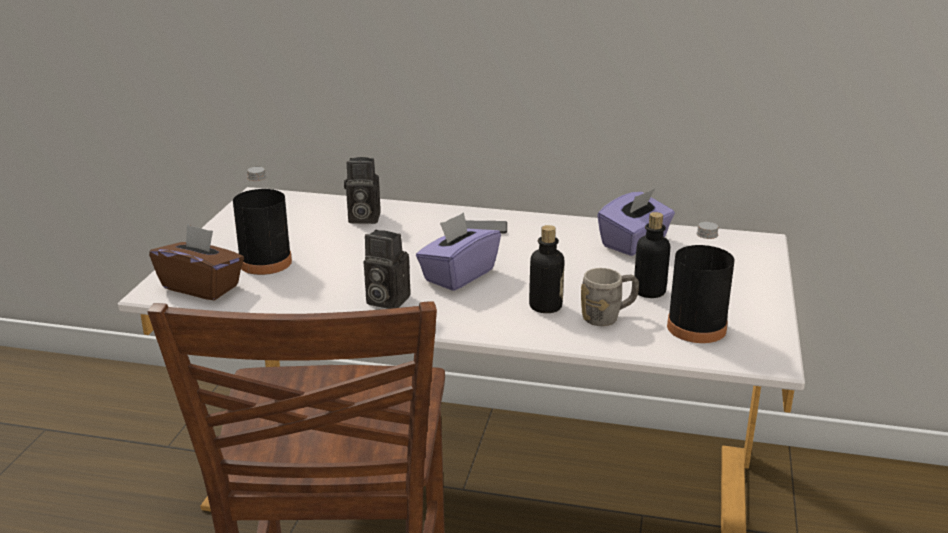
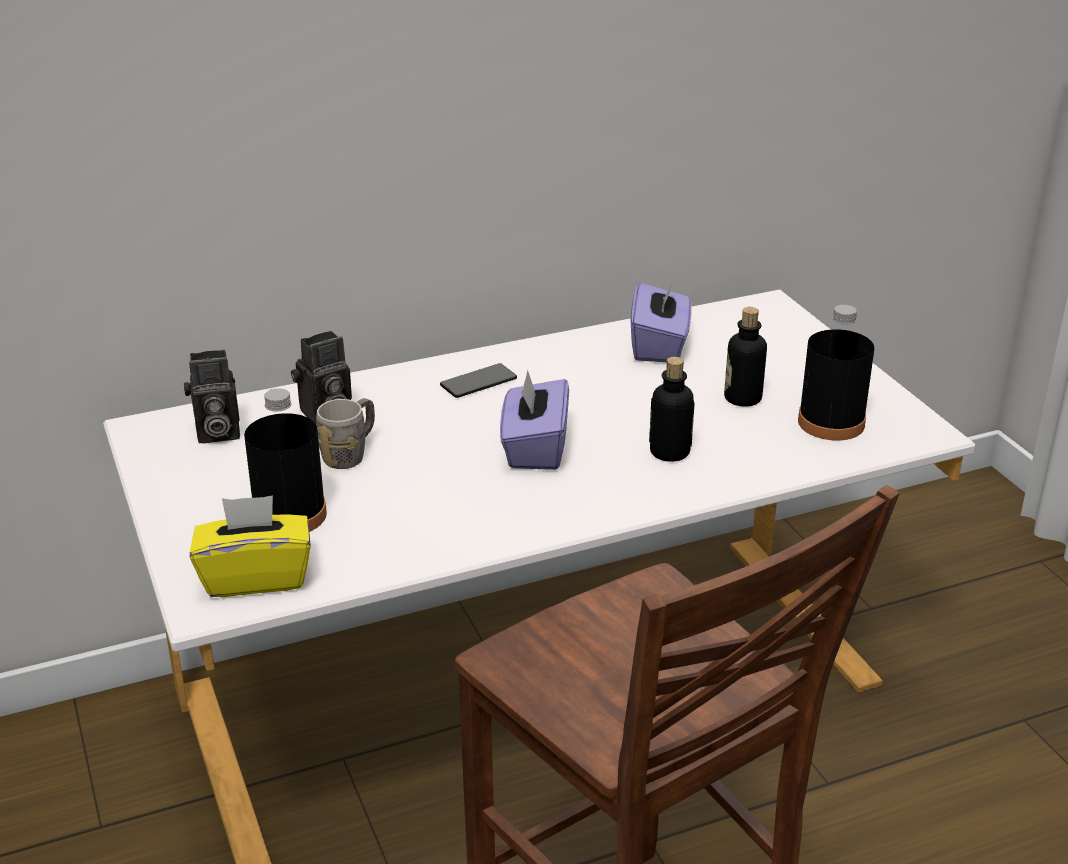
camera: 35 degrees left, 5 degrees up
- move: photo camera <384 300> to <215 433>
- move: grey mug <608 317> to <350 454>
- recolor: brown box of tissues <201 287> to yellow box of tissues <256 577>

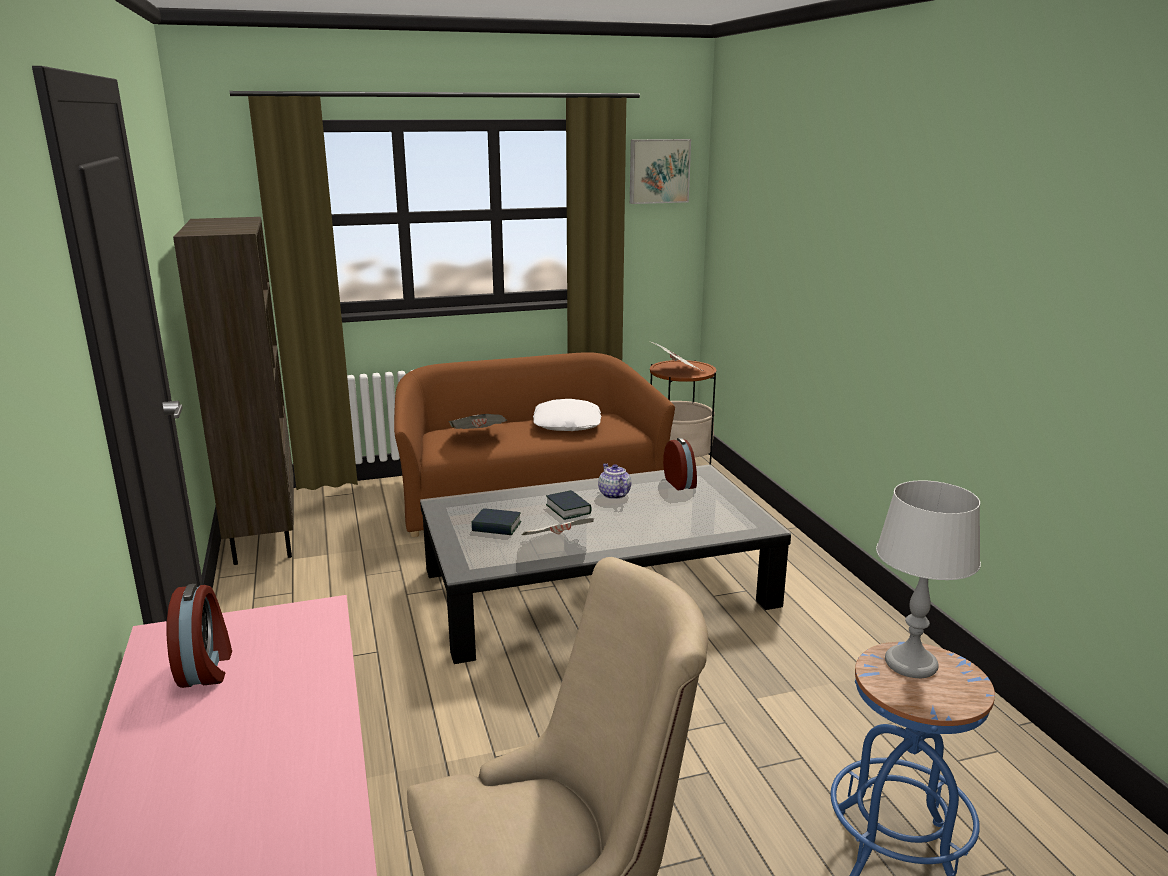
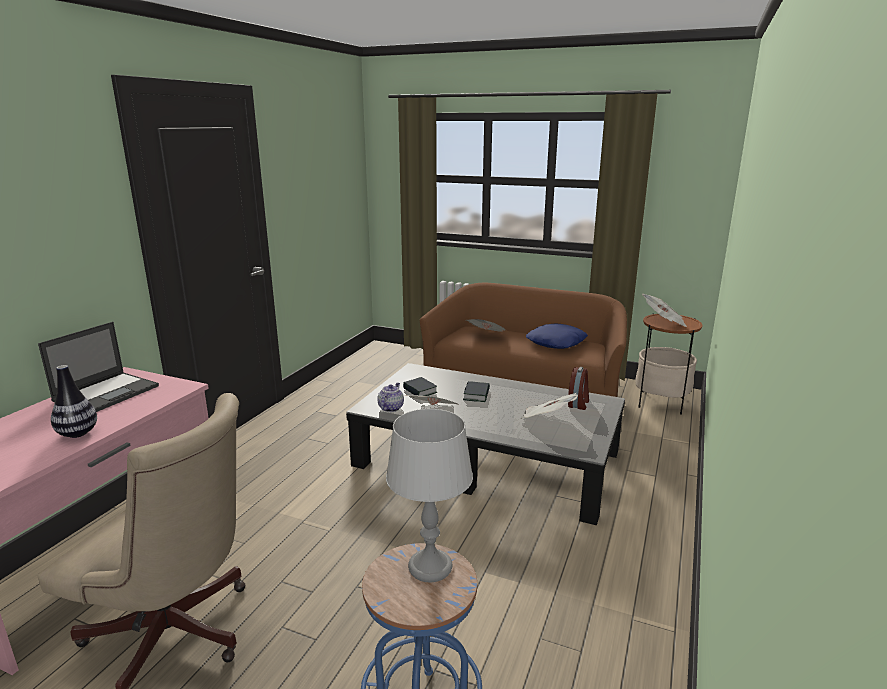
camera: 40 degrees right, 0 degrees up
- delete: brown shelving unit <262 536>
- delete: picture <658 171>
- insert: vase <77 433>
- insert: printed paper <547 419>
- move: teapot <613 494> to <391 408>
- replace: bedside clock <206 668> to portable computer <107 393>
- recolor: whitish throw pillow <568 424> to blue throw pillow <556 342>

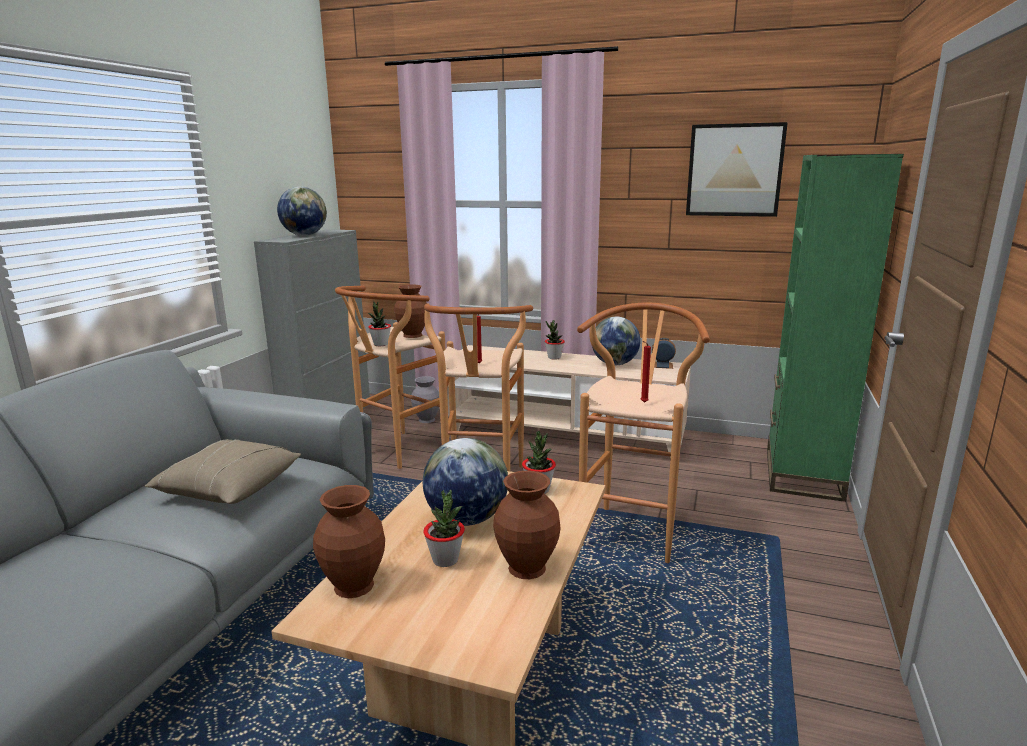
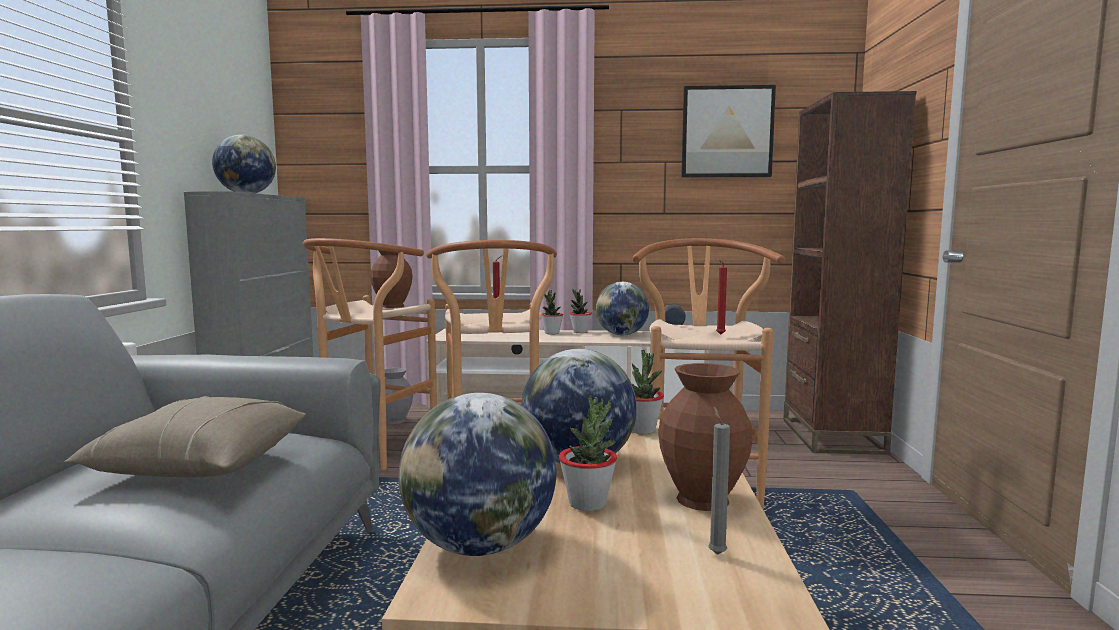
camera: 15 degrees left, 10 degrees down
- insert: grey wax candle <716 553>
- move: houseplant <380 344> to <580 332>
- replace: brown vase <354 586> to world globe <479 546>
- recolor: green-coloured shelving unit <802 474> to brown shelving unit <831 436>

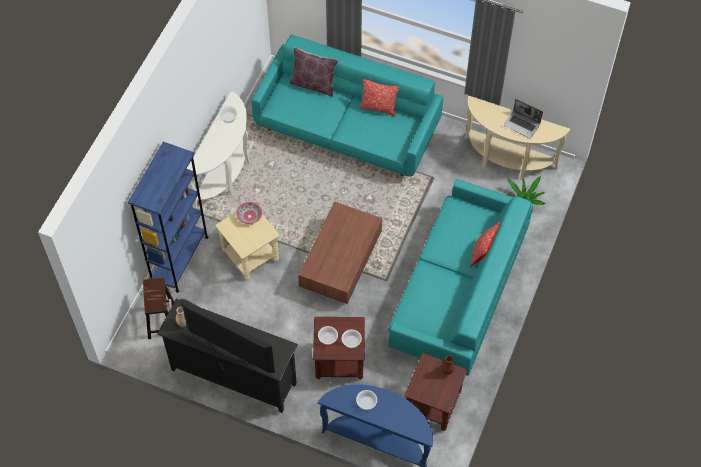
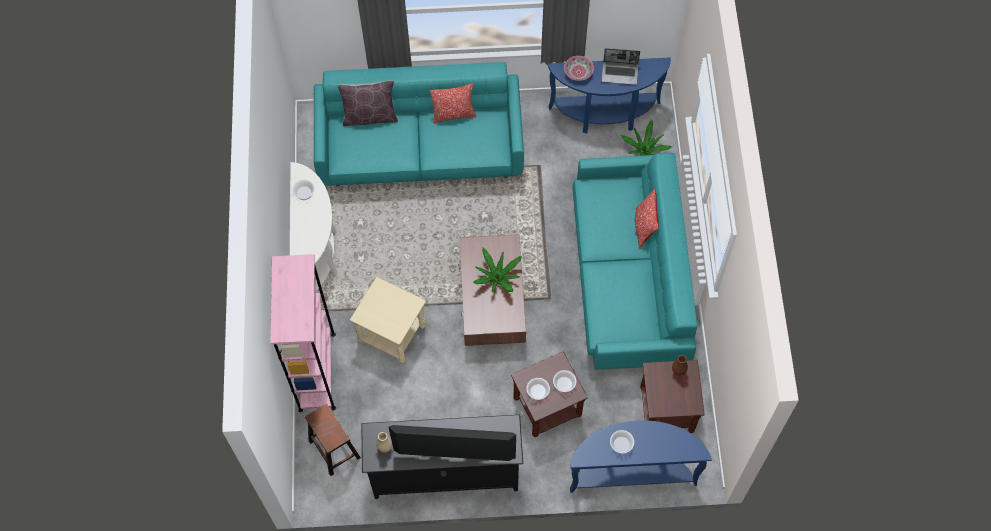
camera: 25 degrees left, 5 degrees up
- insert: houseplant <497 278>
- move: bowl <249 216> to <578 72>
- recolor: blue shelving unit <179 259> to pink shelving unit <317 371>
- recolor: sand-coloured hall table <507 161> to blue hall table <605 116>

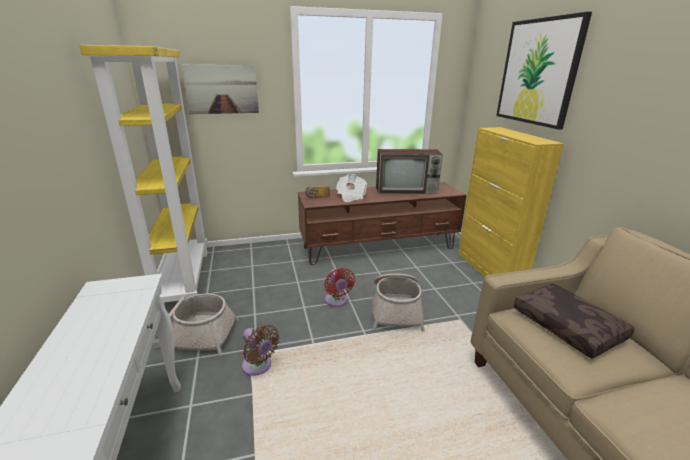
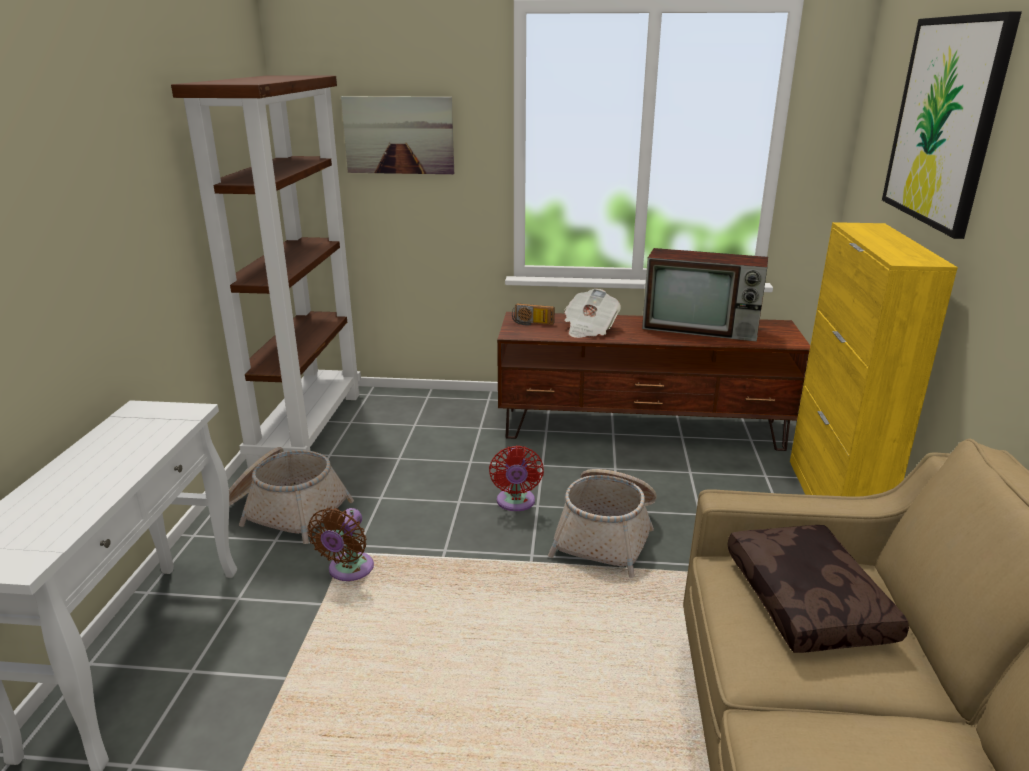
camera: 20 degrees right, 0 degrees up
- recolor: yellow shelving unit <183 279> to brown shelving unit <308 428>
- rotate: brown fan <258 366> = <348 571> 45 degrees clockwise

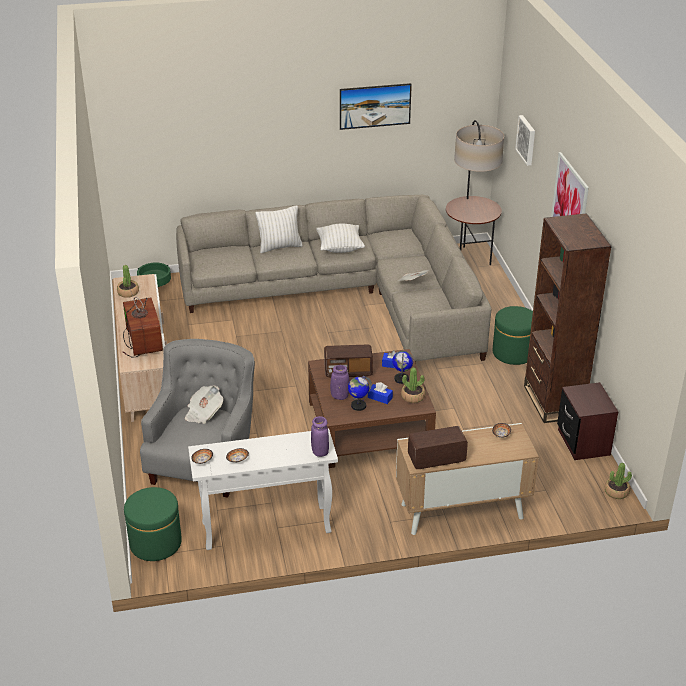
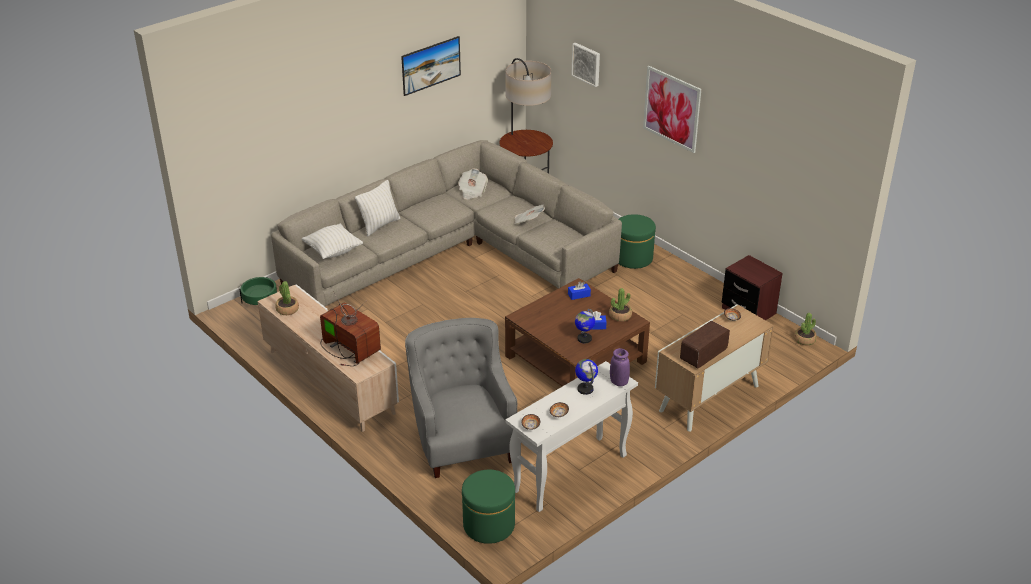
camera: 30 degrees left, 0 degrees up
- delete: radio set <348 371>
- delete: purple-coloured vase <340 396>
- delete: brown shelving unit <553 401>
- move: printed paper <203 413> to <472 192>
- move: whitish throw pillow <340 248> to <333 251>
- move: world globe <401 379> to <585 389>

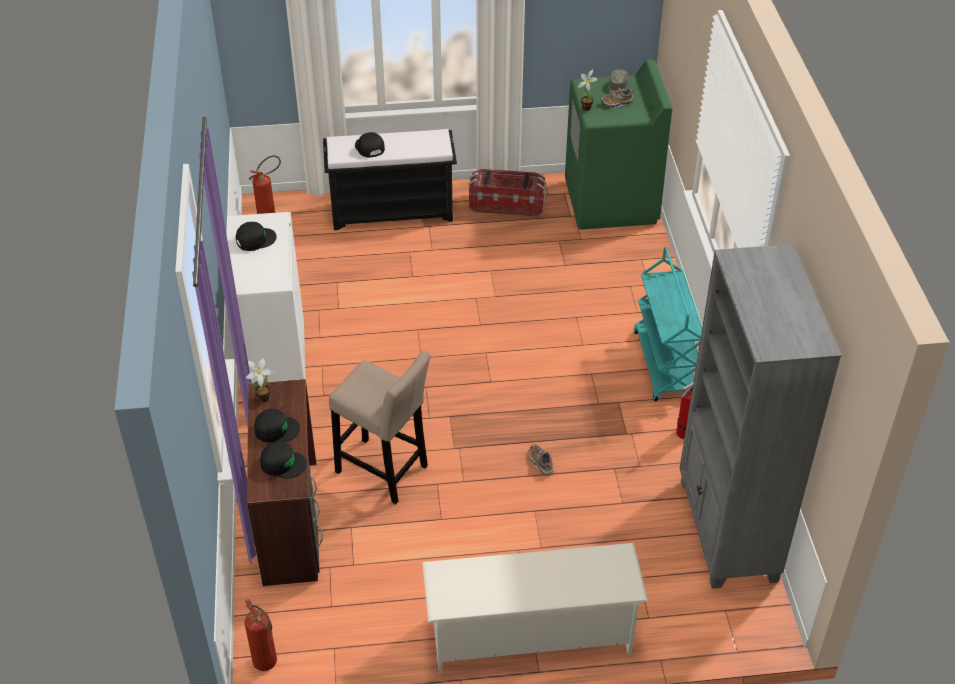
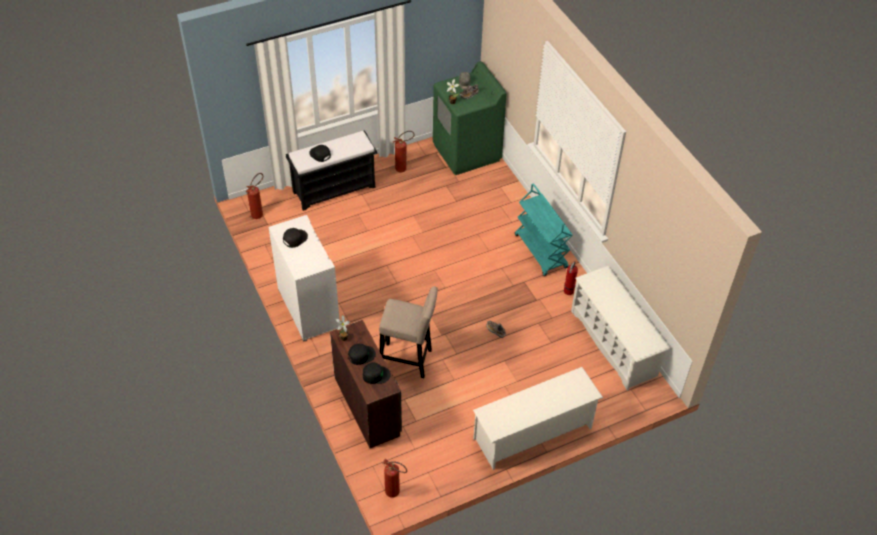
camera: 20 degrees left, 5 degrees up
- replace: storage container <506 204> to fire extinguisher <403 168>
- replace: grey shelving unit <727 531> to whitish shoe shelf <614 343>

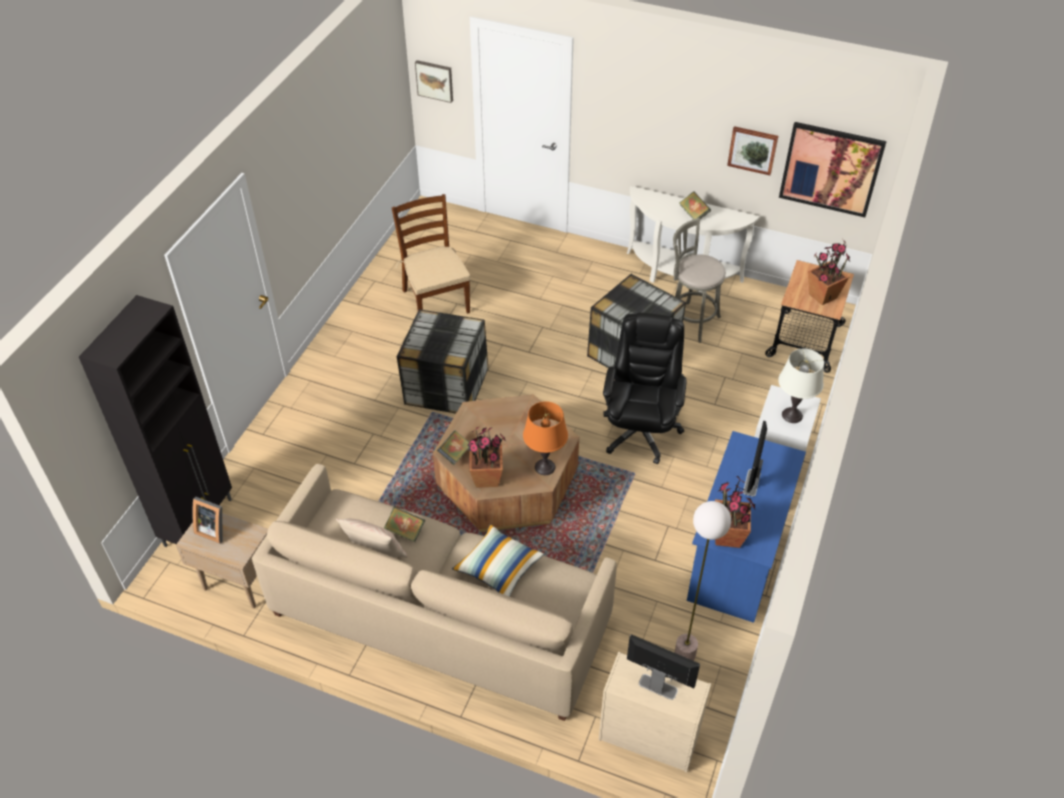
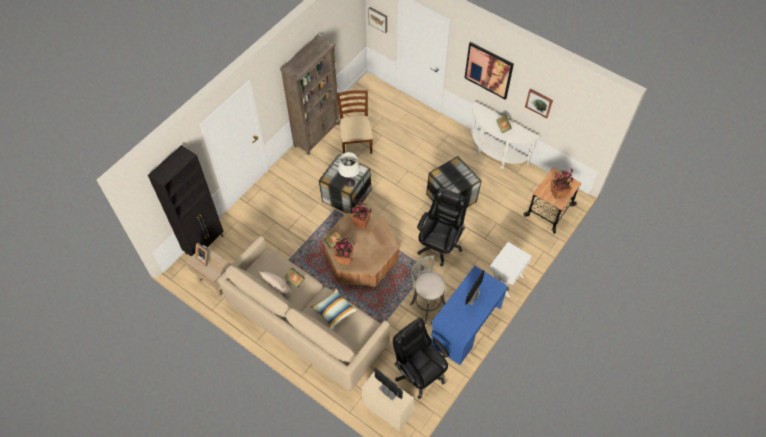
camera: 15 degrees right, 10 degrees up
- delete: orange table lamp <545 467>
- insert: brown shelving unit <317 134>
- move: grey sitting stool <690 321> to <426 303>
- move: houseplant <728 537> to <361 222>
- move: whitish table lamp <792 415> to <350 183>
- move: picture <831 169> to <488 70>
- replace: standing lamp <684 654> to black-coloured computer chair <419 372>

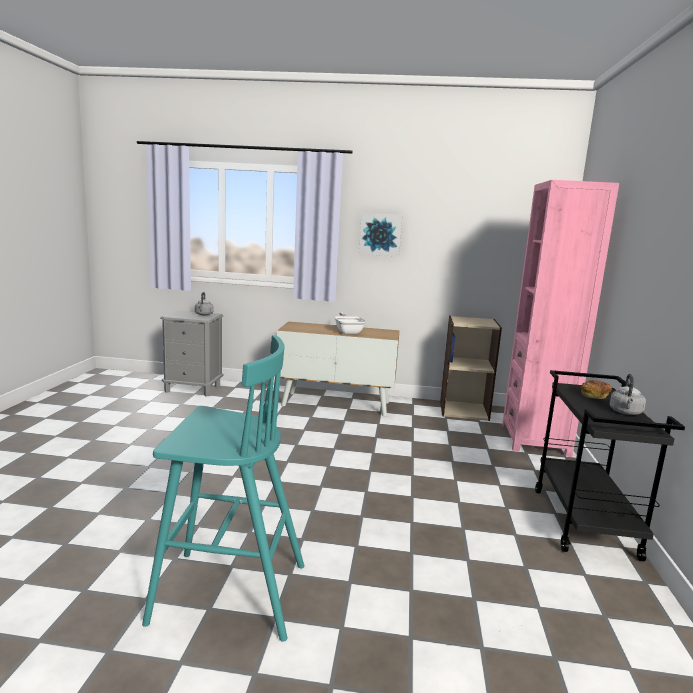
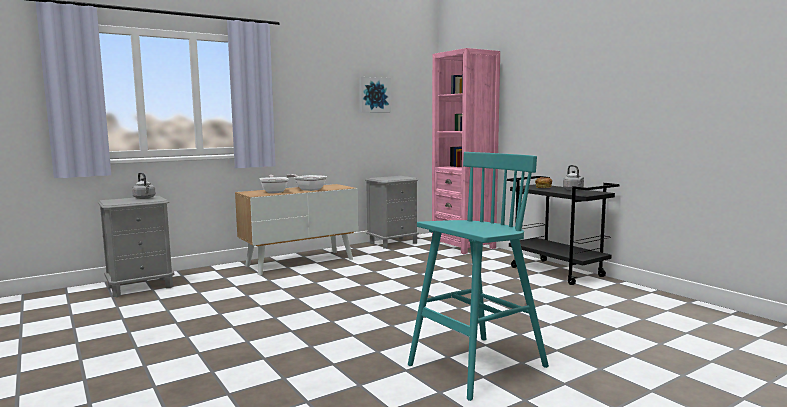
camera: 40 degrees left, 5 degrees down
- insert: skillet <274 191>
- move: picture <380 234> to <374 95>
- replace: sand-coloured shelving unit <463 410> to grey nightstand <393 243>

